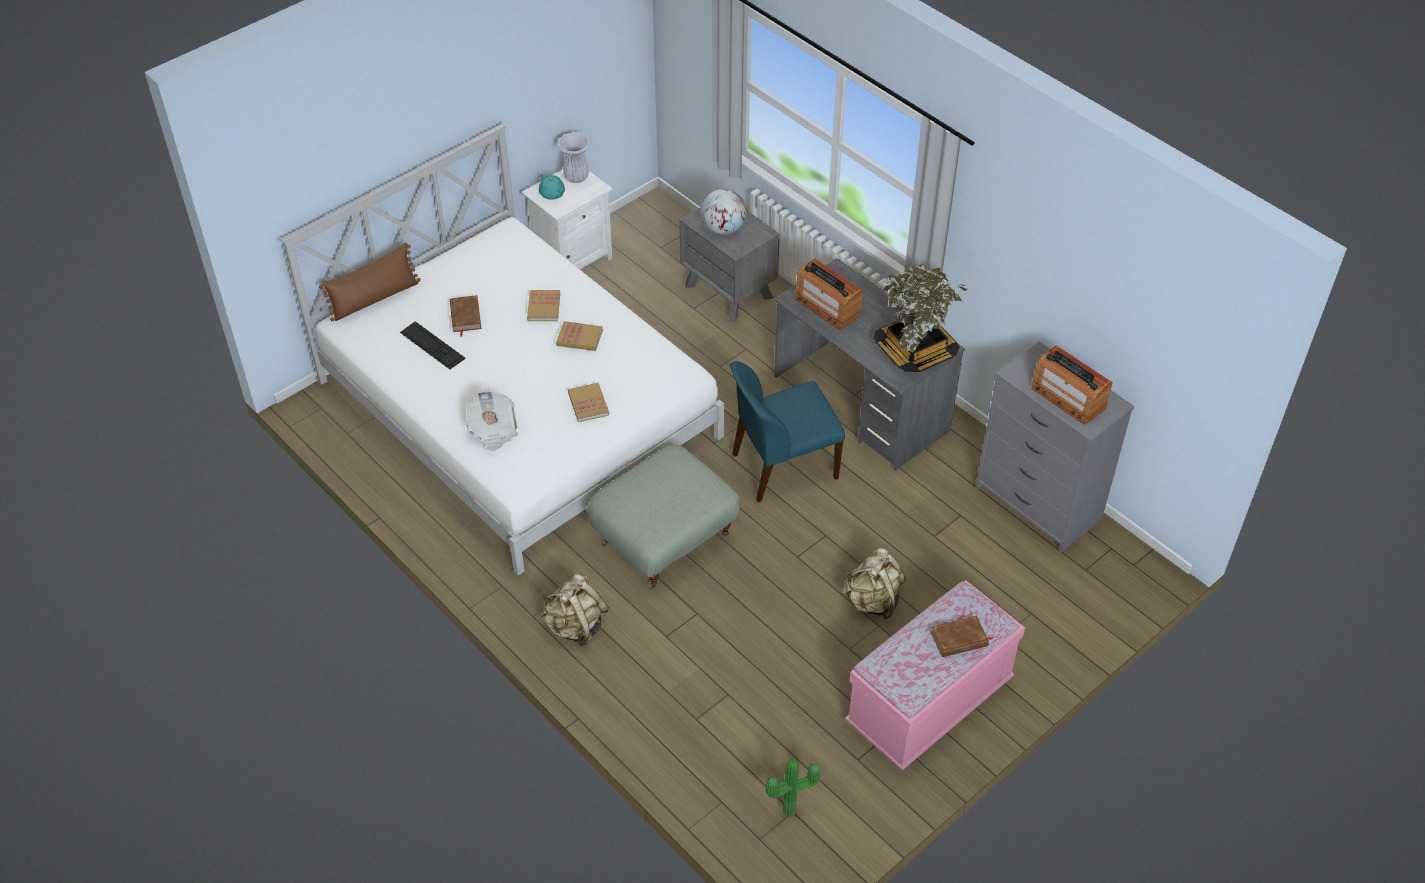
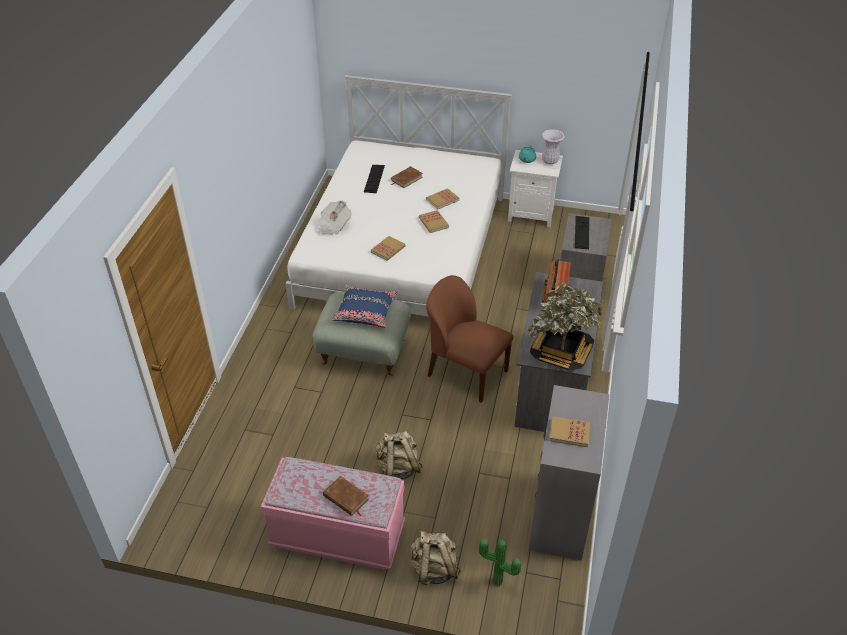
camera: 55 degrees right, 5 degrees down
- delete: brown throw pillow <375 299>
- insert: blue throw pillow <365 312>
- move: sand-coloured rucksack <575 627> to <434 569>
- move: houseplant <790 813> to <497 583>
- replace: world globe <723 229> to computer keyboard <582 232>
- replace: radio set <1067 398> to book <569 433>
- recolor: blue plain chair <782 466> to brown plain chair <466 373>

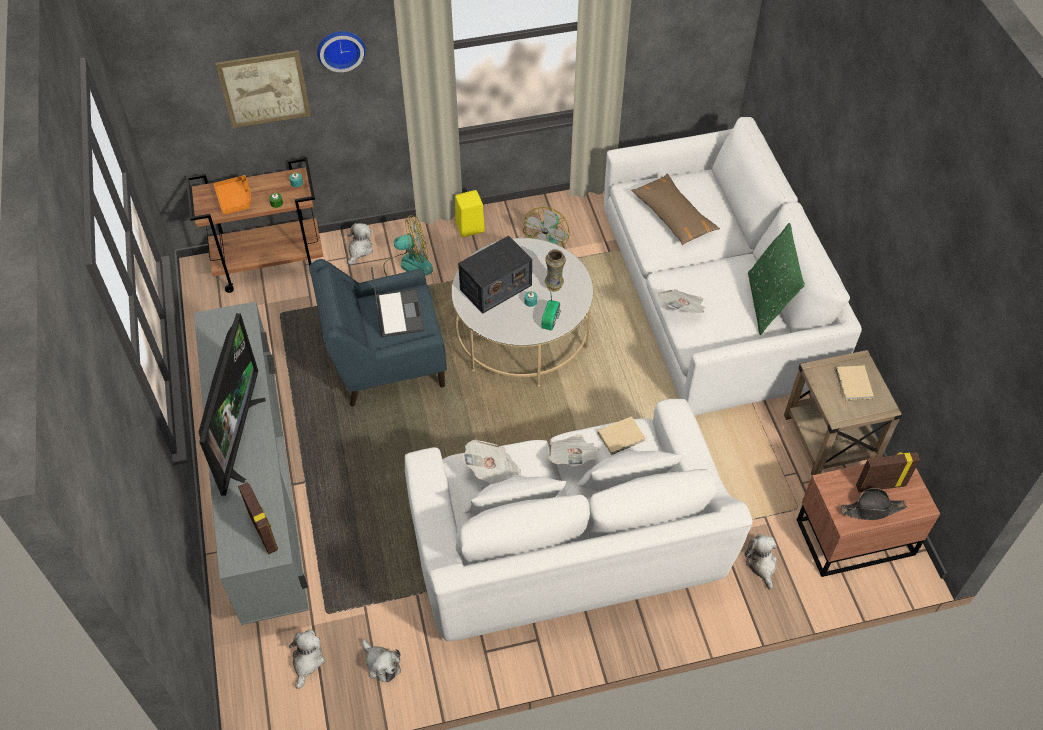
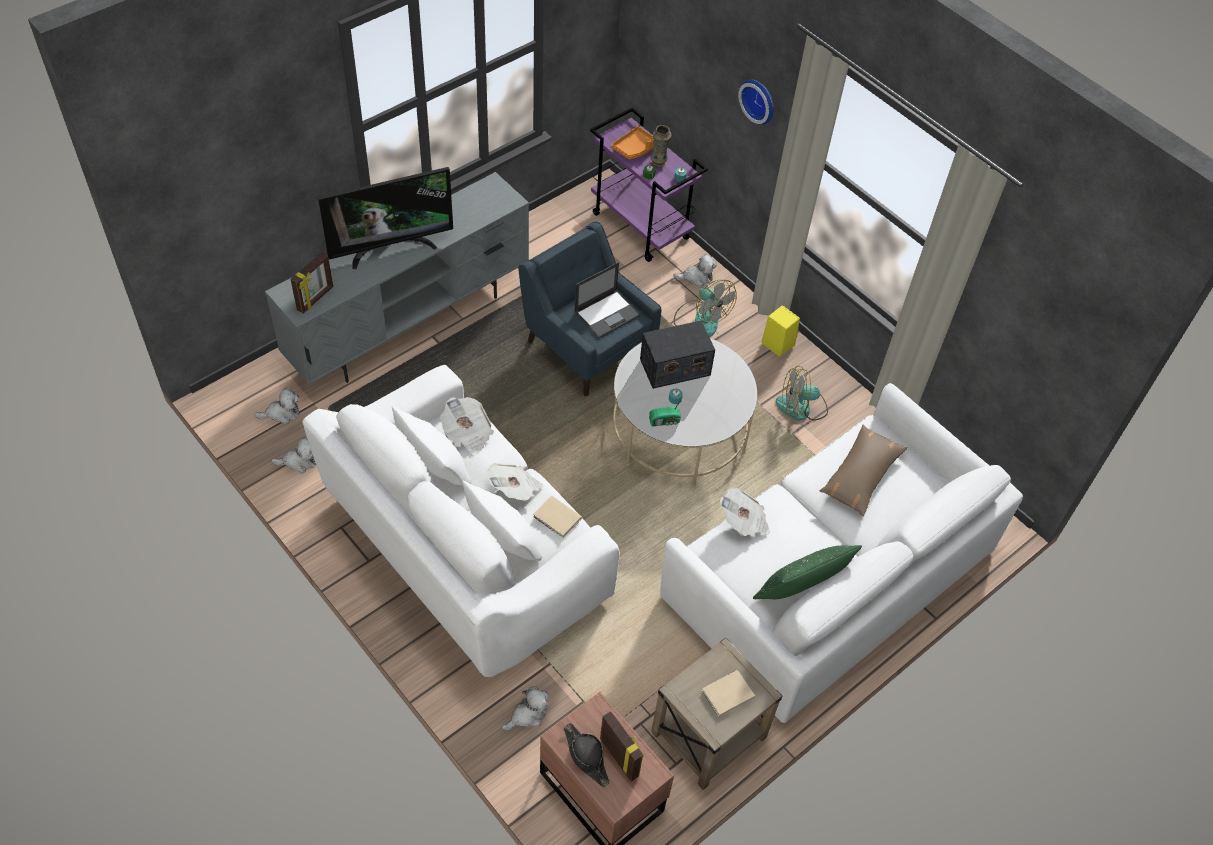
camera: 60 degrees right, 0 degrees up
- delete: picture <264 89>
- move: vase <554 286> to <659 162>
- recolor: brown wheeled cart <270 263> to purple-coloured wheeled cart <641 226>
- rotate: cuddly toy <381 664> = <299 461> 120 degrees counterclockwise
- rotate: radio set <495 287> = <674 367> 45 degrees counterclockwise

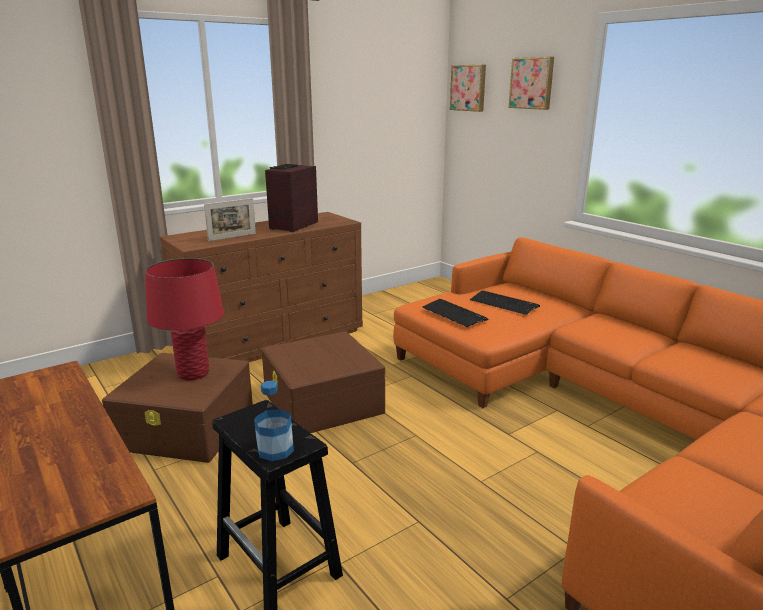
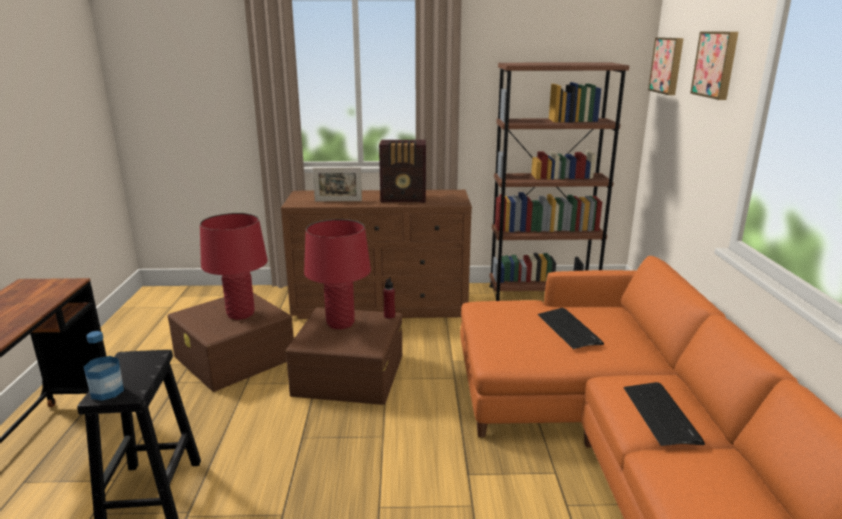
camera: 35 degrees right, 0 degrees up
- insert: red-coloured table lamp <340 323>
- insert: red-coloured drink bottle <389 316>
- insert: brown shelving unit <542 294>
- move: computer keyboard <454 314> to <661 414>
- rotate: radio set <292 226> = <404 199> 150 degrees counterclockwise

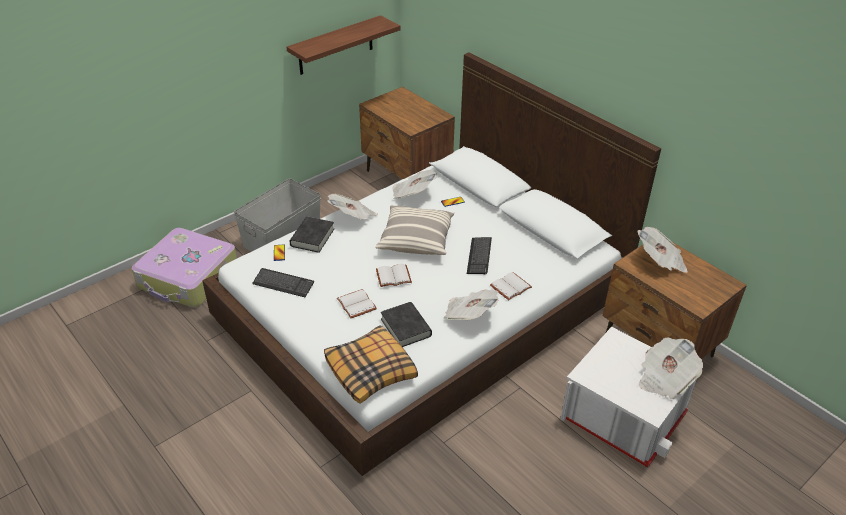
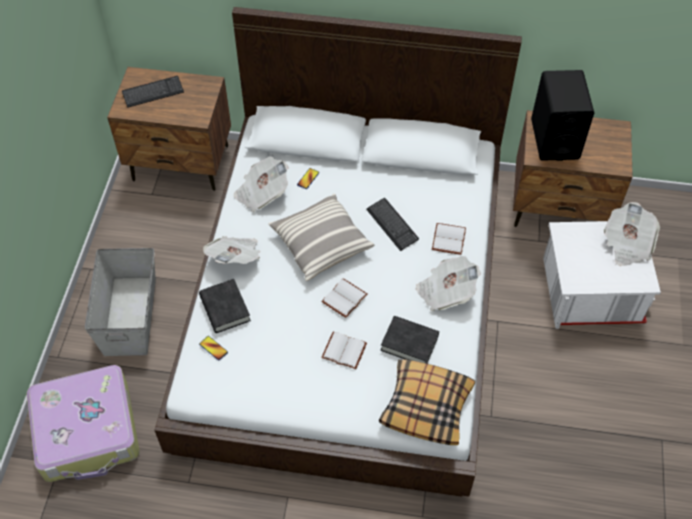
camera: 40 degrees left, 15 degrees up
- delete: bracket shelf <336 45>
- move: computer keyboard <283 284> to <153 93>
- replace: printed paper <660 261> to black-coloured loudspeaker <554 139>

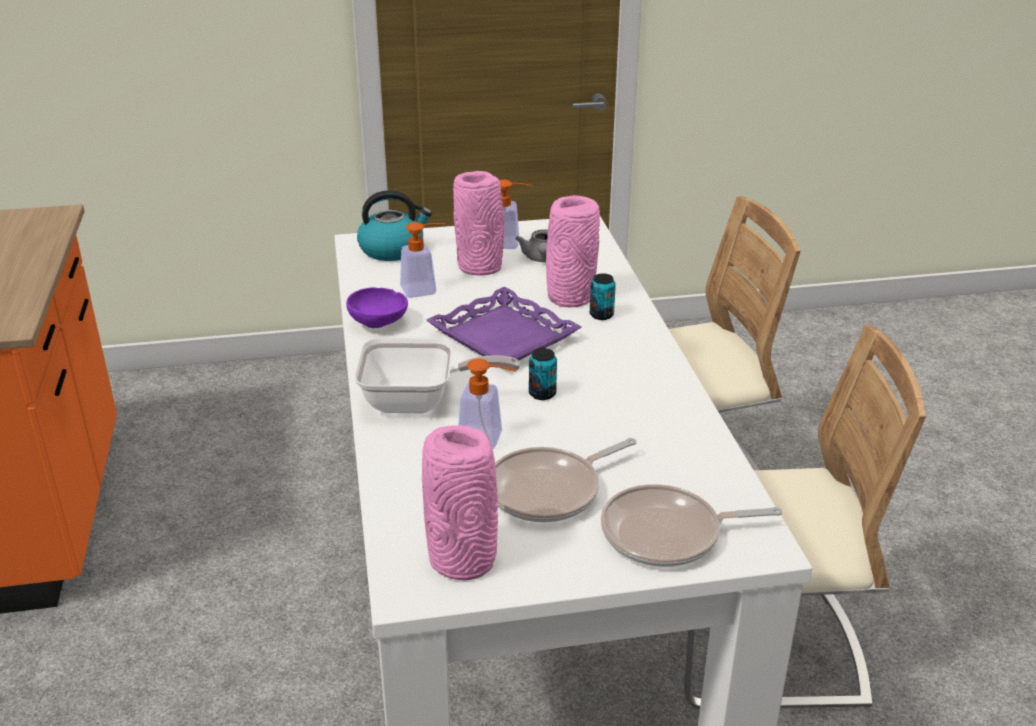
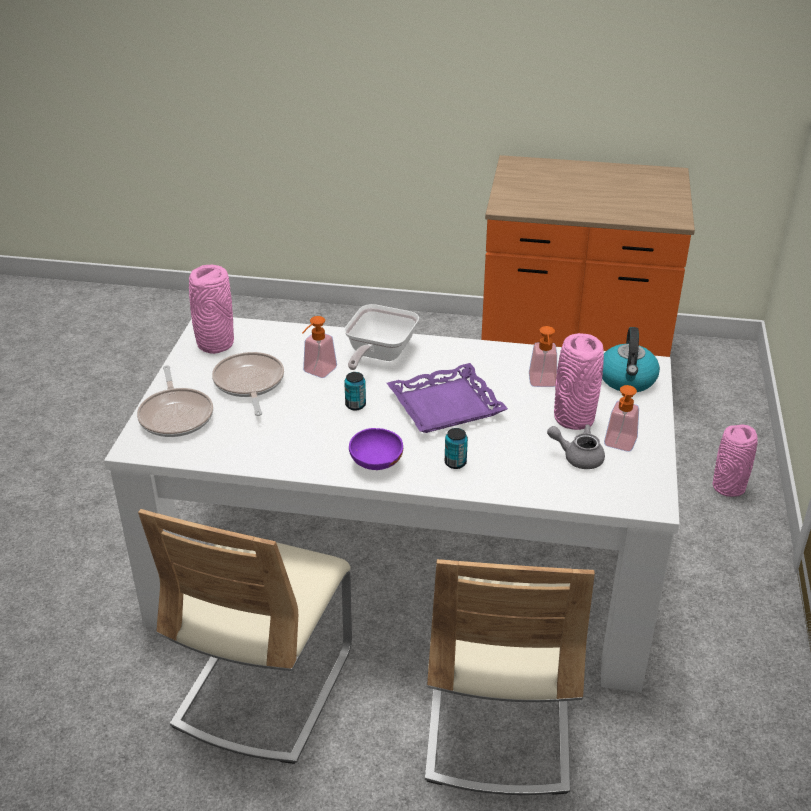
camera: 110 degrees right, 5 degrees up
- move: purple-coloured bowl <379 323> to <376 464>
- move: pink vase <569 297> to <728 486>
- rotate: skillet <668 534> = <176 415> 150 degrees clockwise

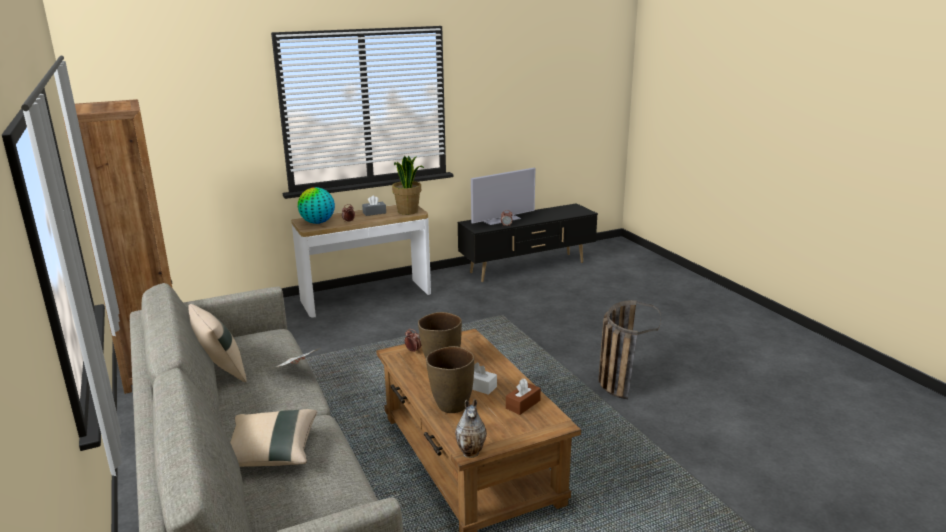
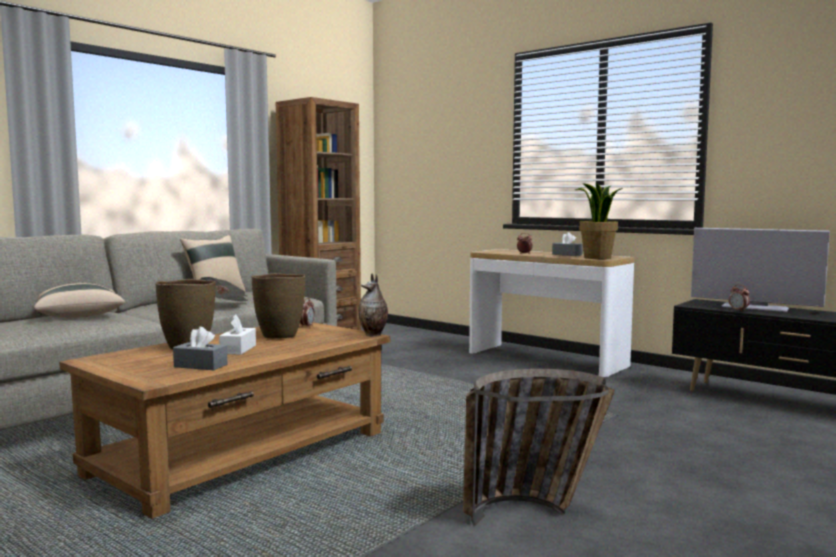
camera: 65 degrees right, 15 degrees down
- delete: world globe <317 223>
- move: vase <471 453> to <374 335>
- recolor: brown box of tissues <523 404> to grey box of tissues <200 366>

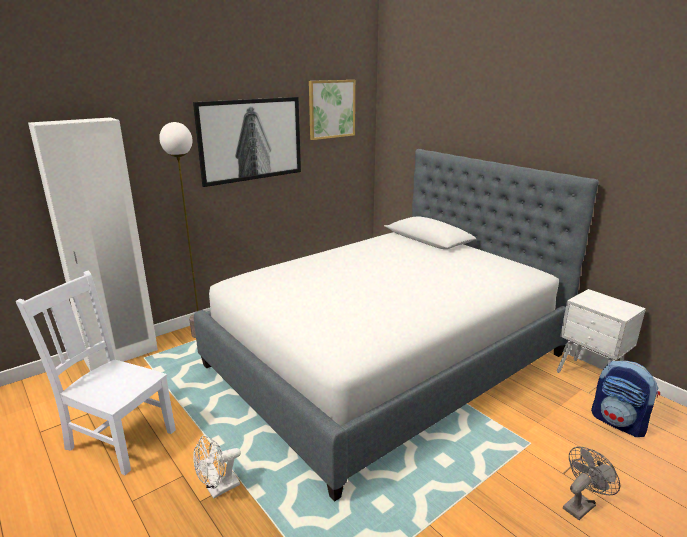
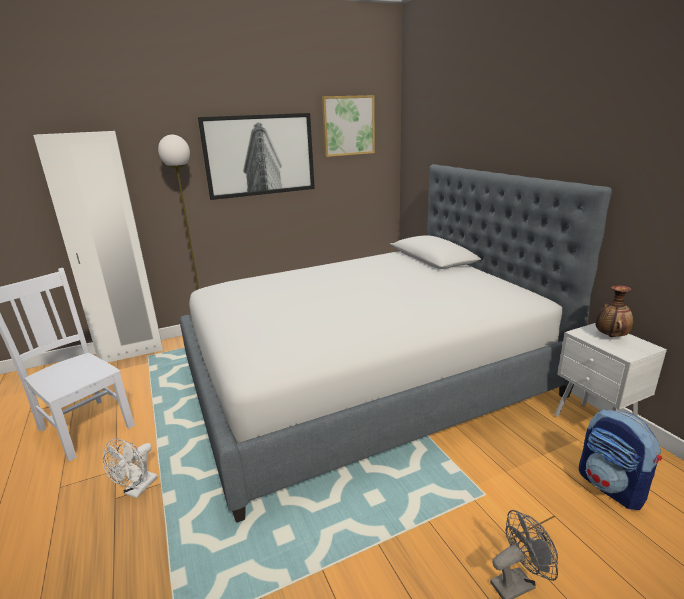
camera: 15 degrees right, 0 degrees up
- insert: vase <610 336>
- rotate: whitish fan <218 489> = <137 489> 45 degrees counterclockwise

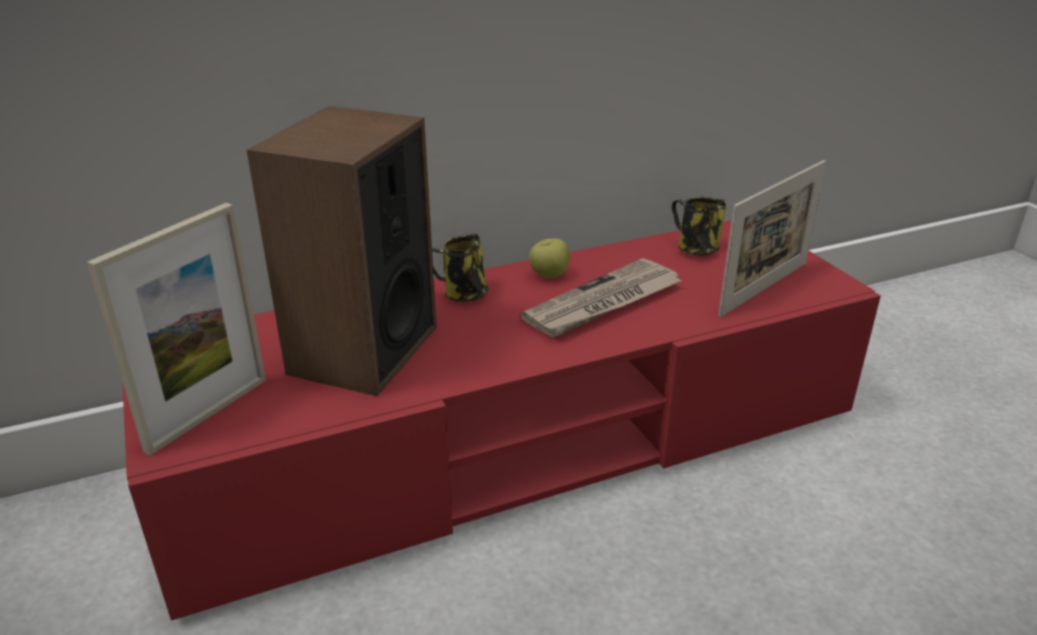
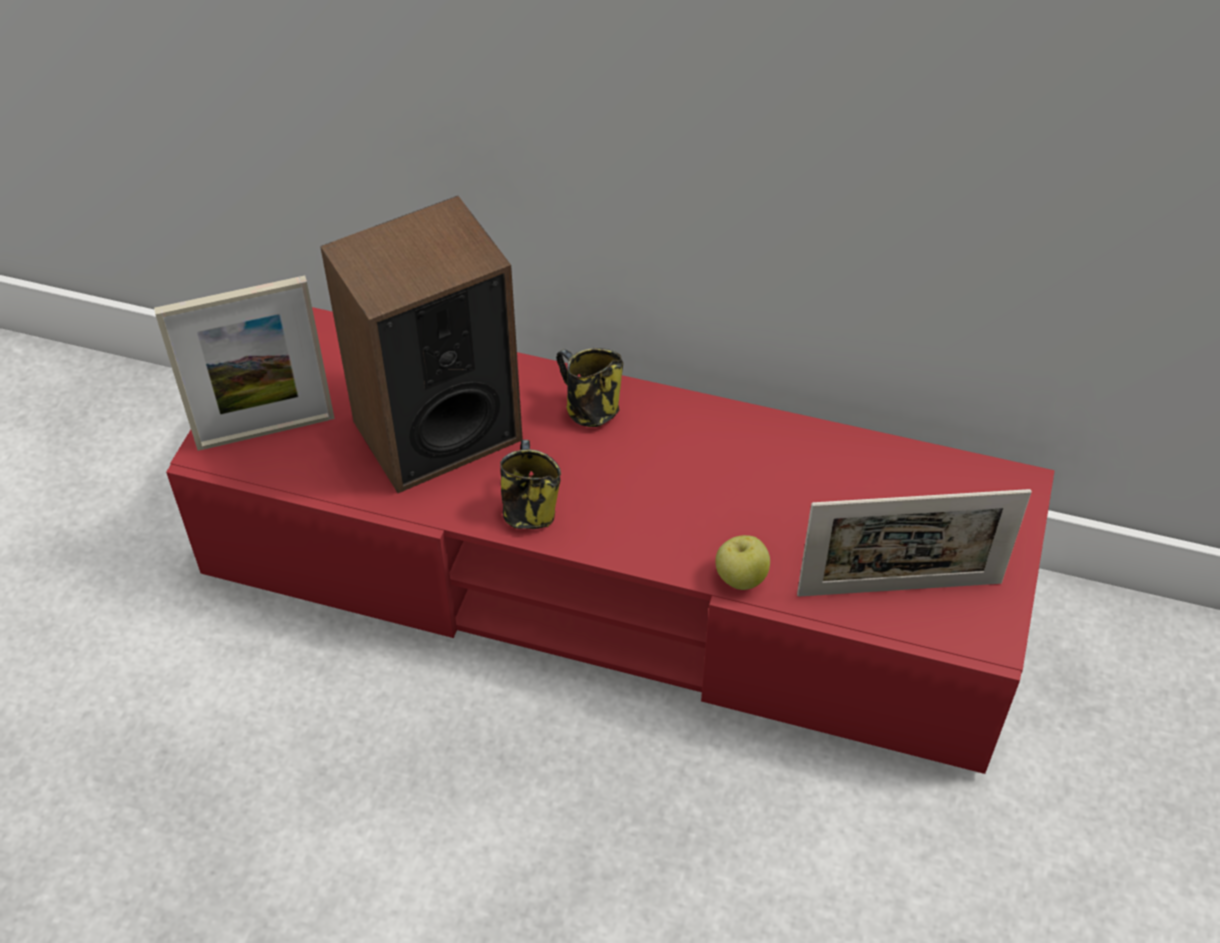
camera: 40 degrees right, 20 degrees up
- delete: printed paper <603 303>
- move: apple fruit <549 275> to <741 577>
- move: mug <695 250> to <529 510>

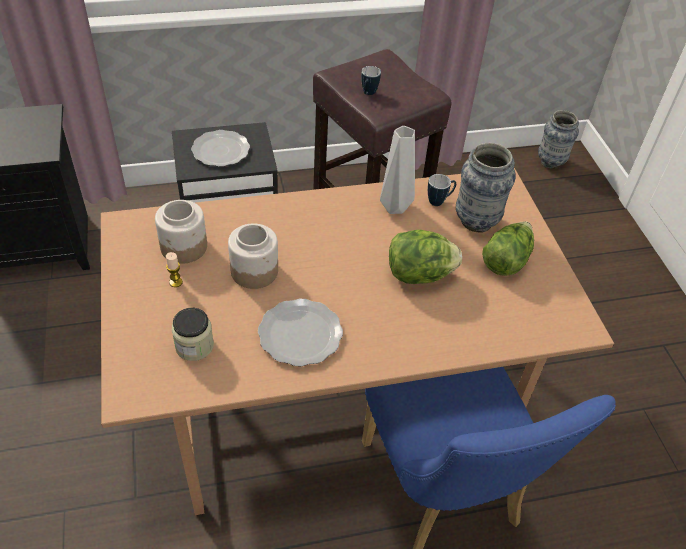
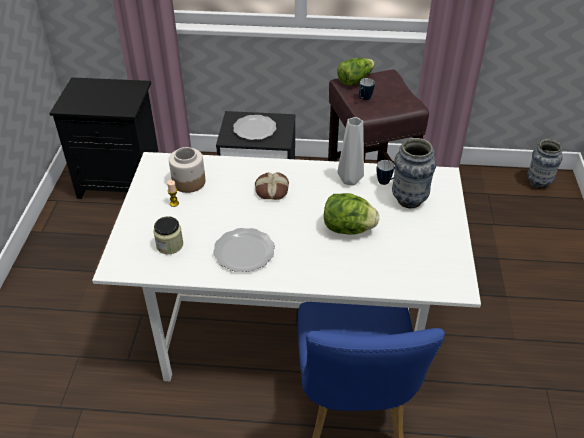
camera: 20 degrees right, 5 degrees down
- delete: storage jar <254 271>
- insert: bread <271 190>
- move: head of lettuce <506 259> to <355 80>
- recolor: brown dining table <332 400> to whitish dining table <290 326>

